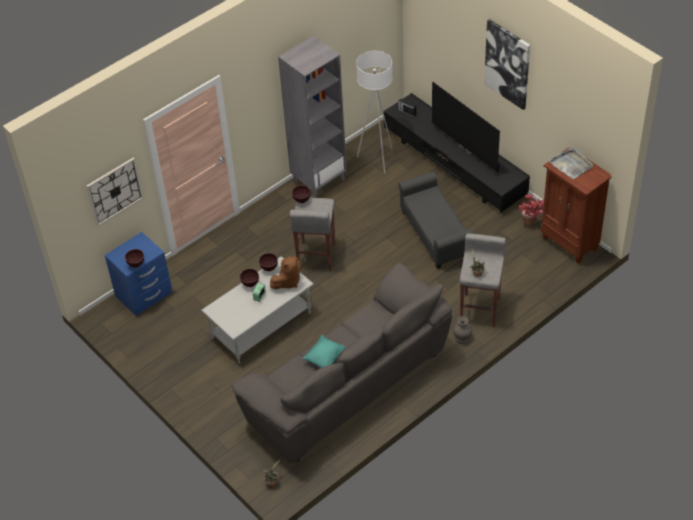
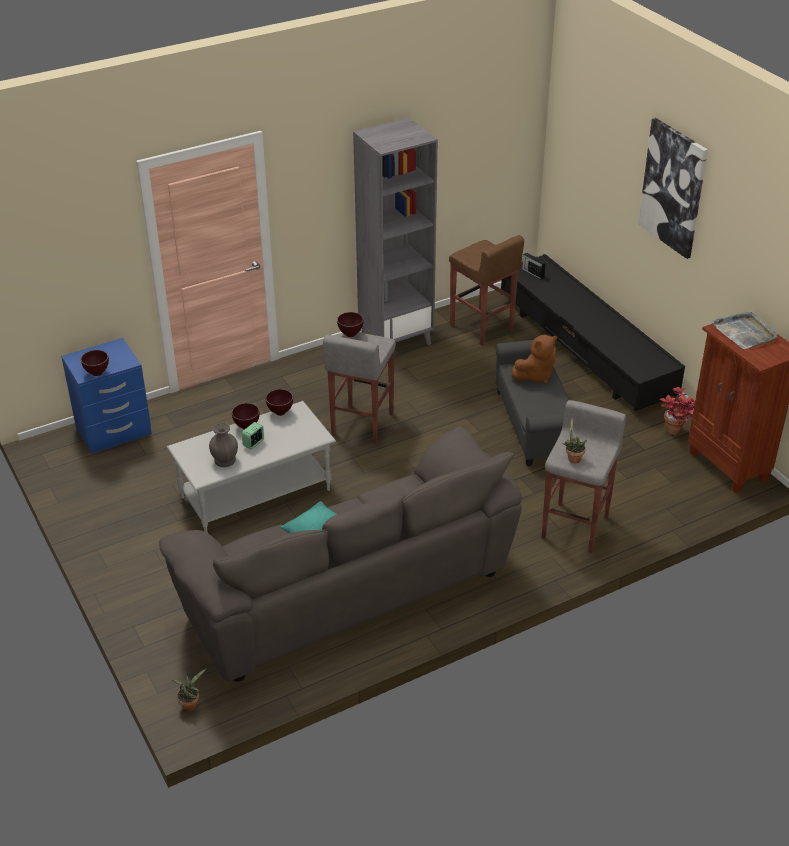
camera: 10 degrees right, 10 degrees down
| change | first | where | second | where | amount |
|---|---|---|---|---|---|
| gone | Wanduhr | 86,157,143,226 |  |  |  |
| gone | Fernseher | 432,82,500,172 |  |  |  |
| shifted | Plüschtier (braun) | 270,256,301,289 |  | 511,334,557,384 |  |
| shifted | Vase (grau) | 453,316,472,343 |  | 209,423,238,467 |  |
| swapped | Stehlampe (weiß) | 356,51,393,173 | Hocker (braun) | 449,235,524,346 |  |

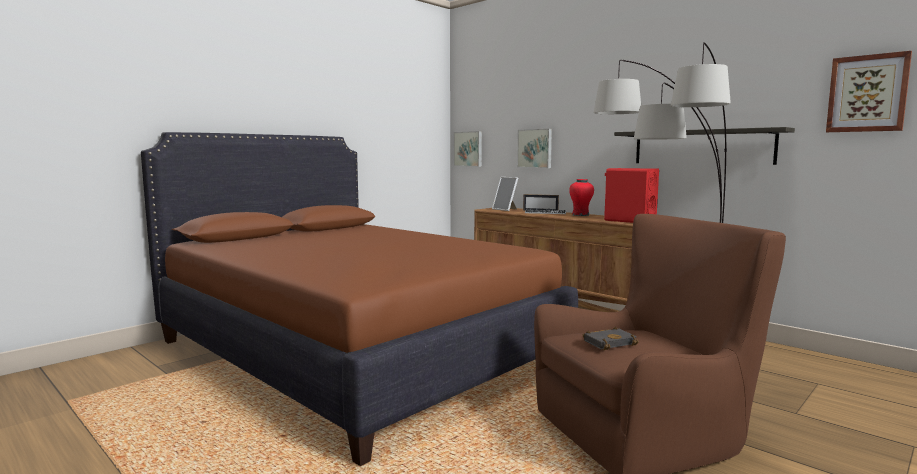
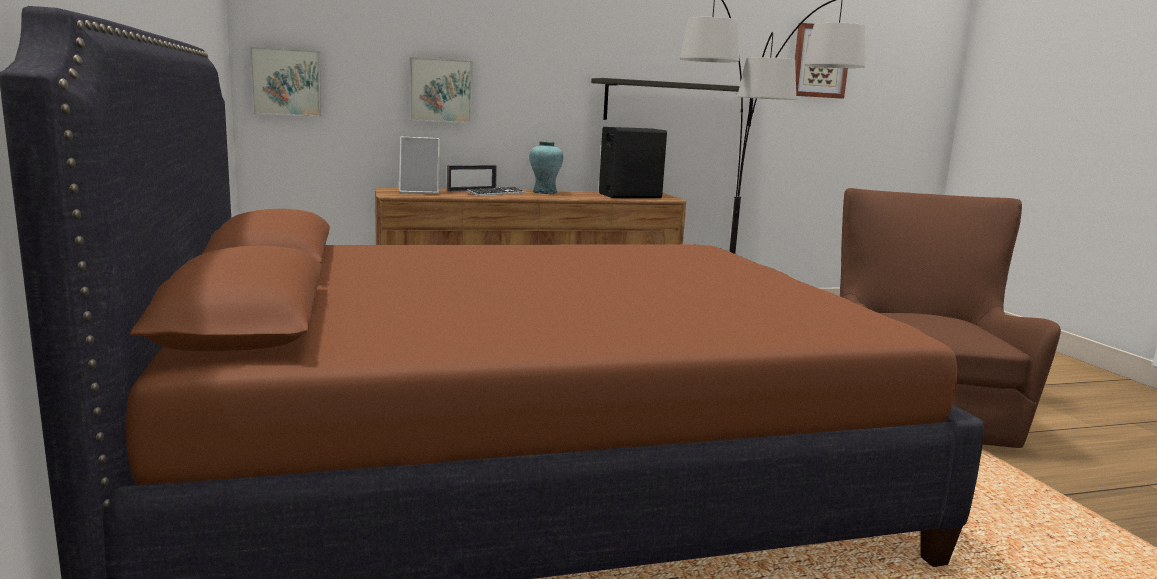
camera: 60 degrees left, 5 degrees up
| change | first | where | second | where | amount |
|---|---|---|---|---|---|
| gone | Buch (schwarz) | 583,327,639,350 |  |  |  |
| repainted | Vase (rot) | 569,179,594,216 | Vase (türkis) | 529,141,563,194 |  |
| repainted | Lautsprecher (rot) | 604,168,659,223 | Lautsprecher (schwarz) | 599,127,667,198 |  |

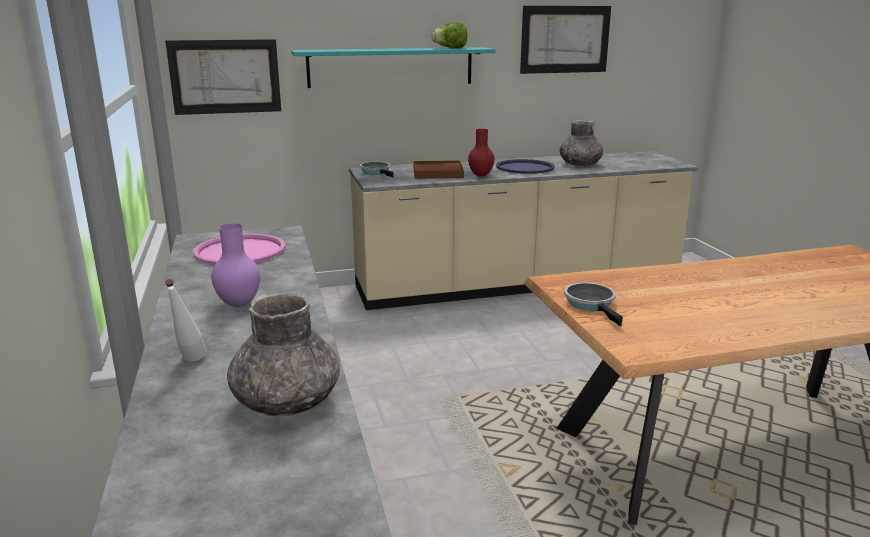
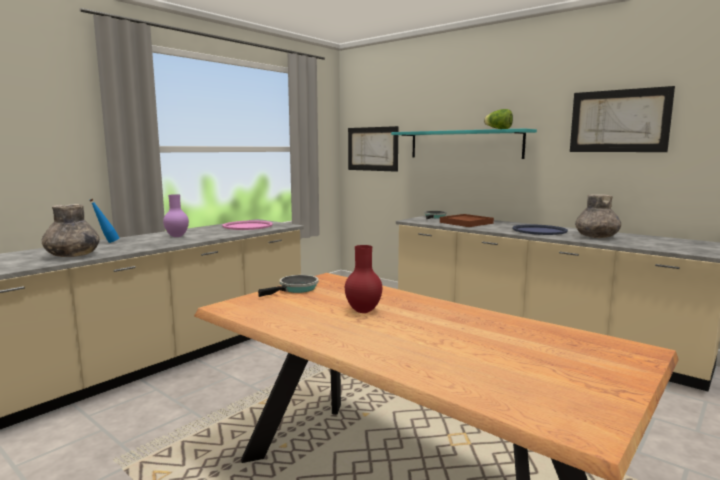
camera: 55 degrees right, 10 degrees down
| change | first | where | second | where | amount |
|---|---|---|---|---|---|
| shifted | Vase (rot) | 468,129,494,177 |  | 345,245,382,313 |  |
| repainted | Flasche (weiß) | 165,279,206,362 | Flasche (blau) | 90,199,119,243 |  |

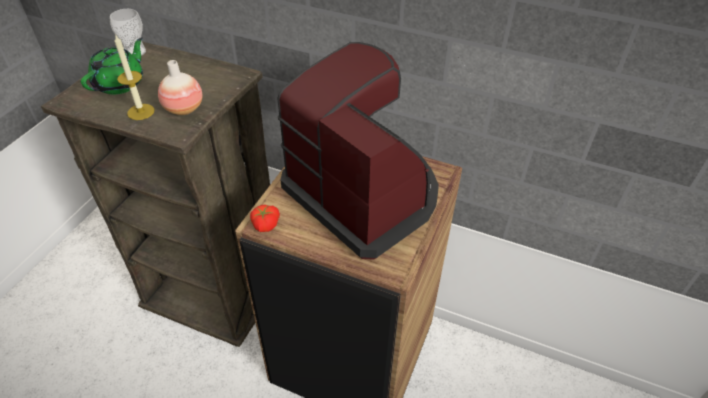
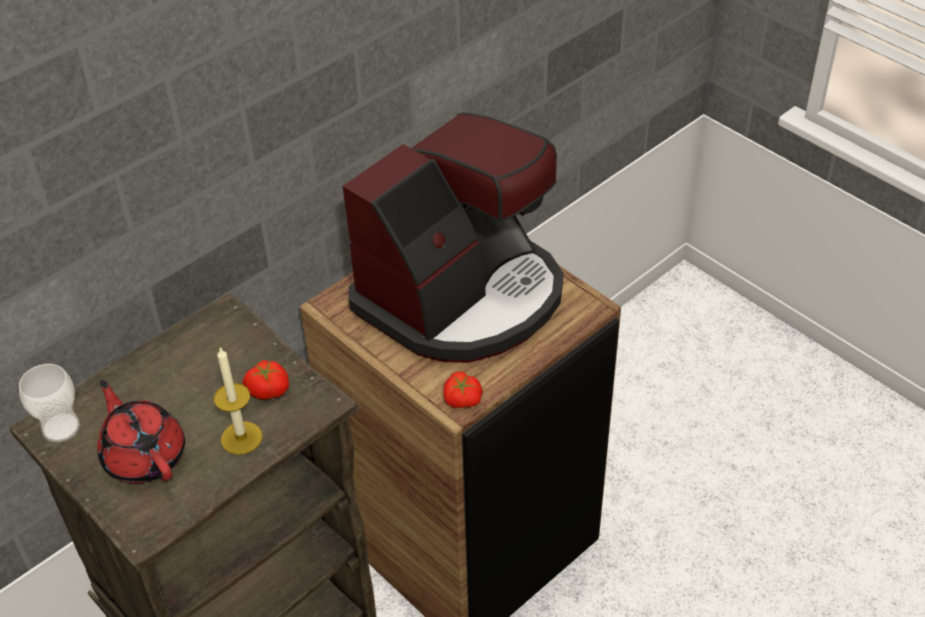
camera: 65 degrees left, 0 degrees up
| change | first | where | second | where | amount |
|---|---|---|---|---|---|
| swapped | Vase | 158,60,203,115 | Tomate | 243,360,289,400 |  |
| repainted | Teekanne (grün) | 81,37,143,95 | Teekanne (rot) | 97,380,185,483 |  |
| rotated | Kaffeemaschine | 277,42,439,260 |  | 343,112,563,363 | 150 degrees clockwise |

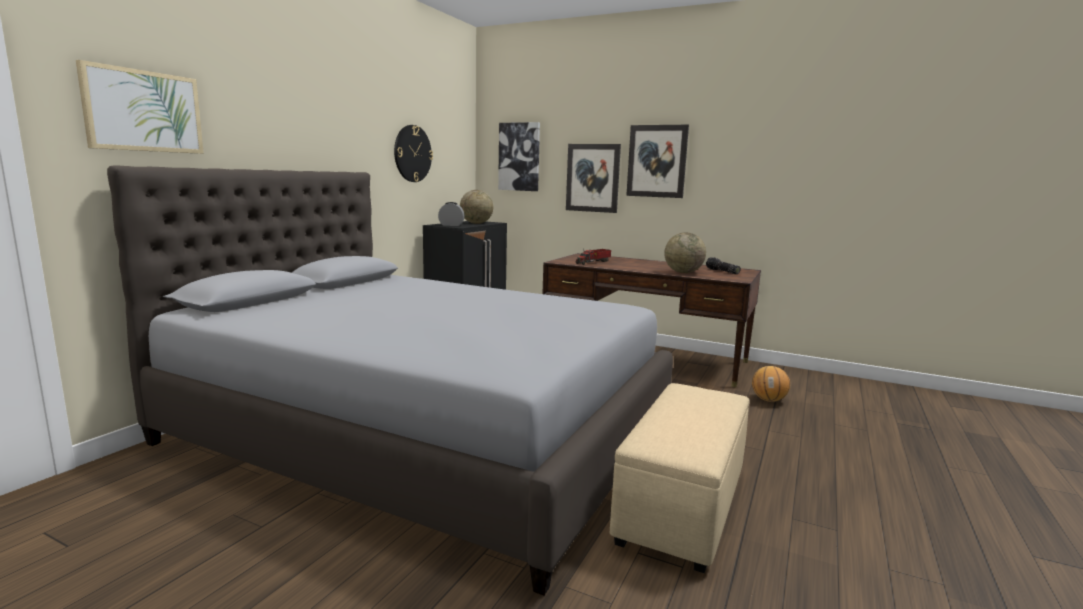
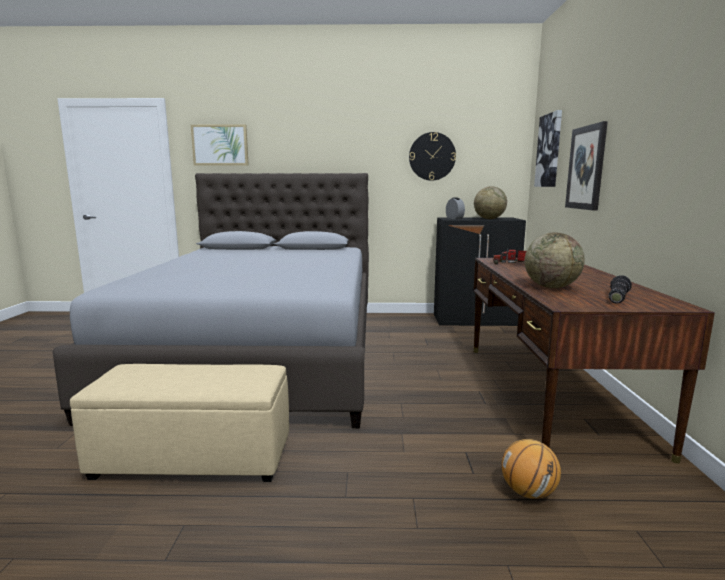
camera: 65 degrees right, 0 degrees up
| change | first | where | second | where | amount |
|---|---|---|---|---|---|
| gone | Bild | 626,125,689,198 |  |  |  |

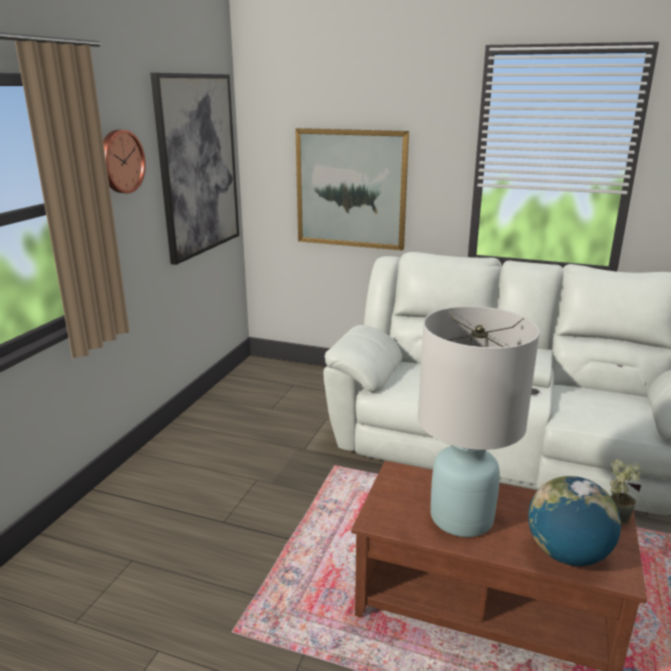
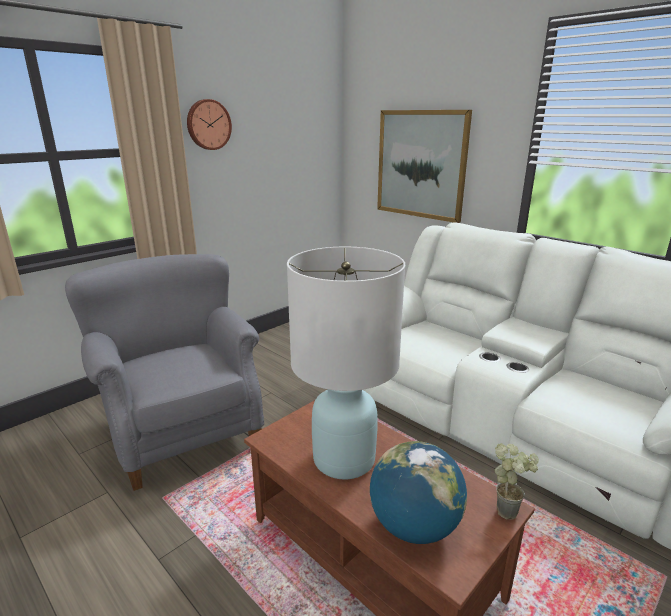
camera: 25 degrees right, 0 degrees up
| change | first | where | second | where | amount |
|---|---|---|---|---|---|
| gone | Bild | 150,73,239,265 |  |  |  |
| new |  |  | Sessel (grau) | 65,254,264,491 |  |

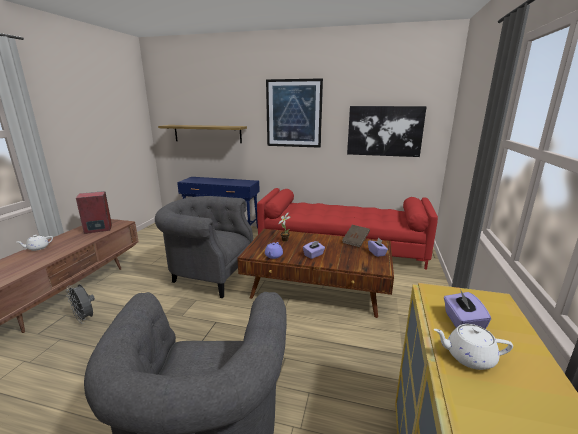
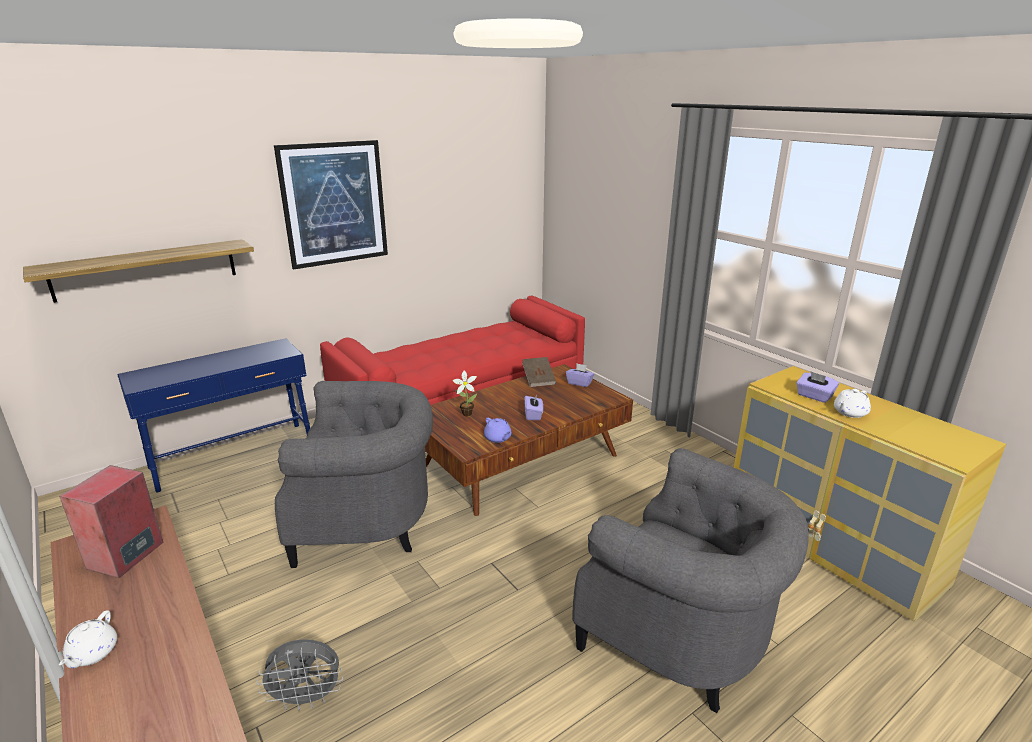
camera: 50 degrees left, 5 degrees up
| change | first | where | second | where | amount |
|---|---|---|---|---|---|
| gone | Bild | 347,106,427,157 |  |  |  |
| rotated | Sessel (grau) | 155,196,253,298 |  | 275,381,433,568 | 150 degrees counterclockwise |

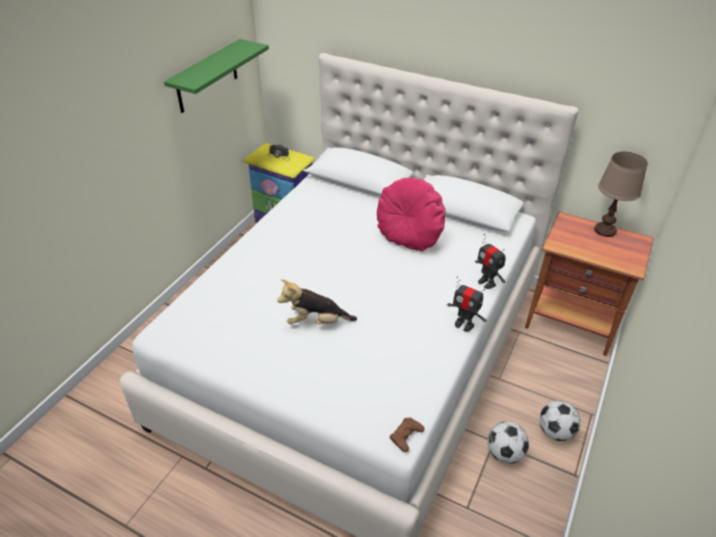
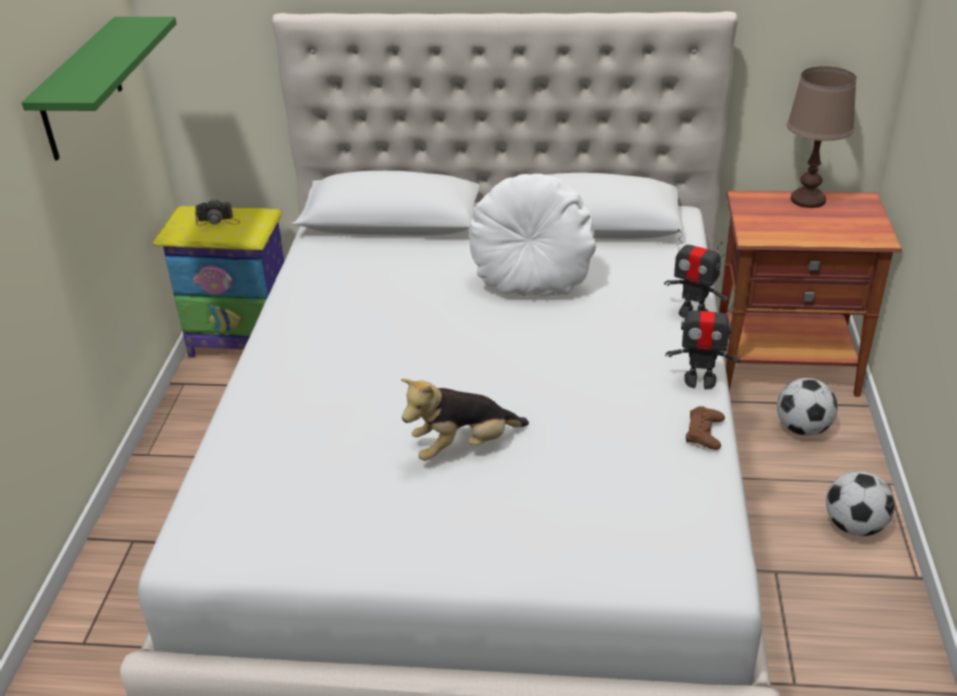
camera: 20 degrees left, 5 degrees down
| change | first | where | second | where | amount |
|---|---|---|---|---|---|
| shifted | Gamepad (braun) | 389,418,425,452 |  | 686,406,725,450 |  |
| shifted | Fußball | 488,422,529,464 |  | 777,378,838,436 |  |
| repainted | Kissen (rosa) | 377,178,445,251 | Kissen (weiß) | 469,174,596,296 |  |

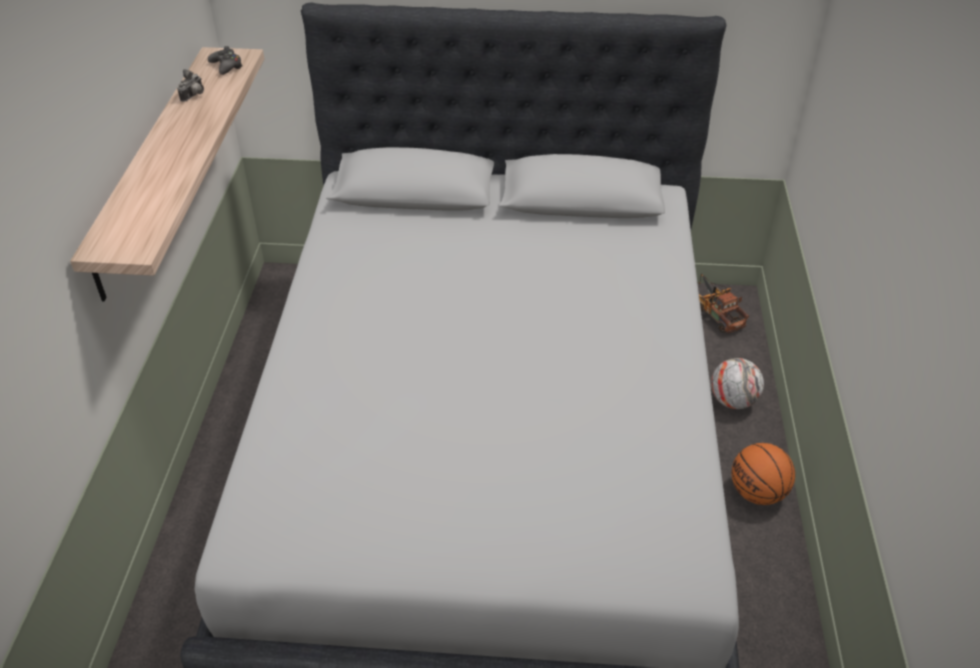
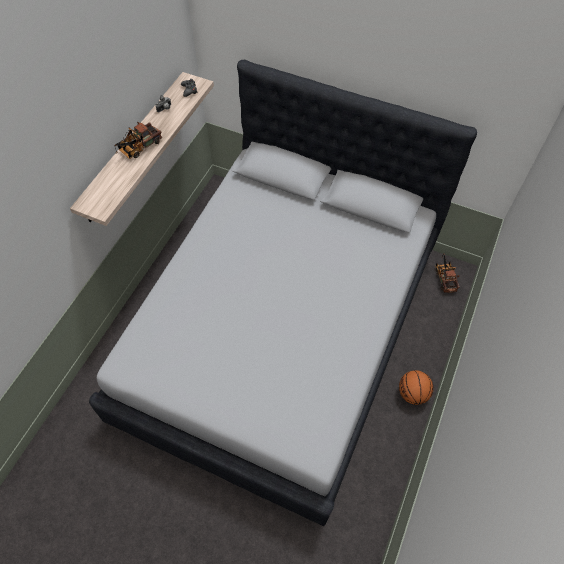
camera: 20 degrees right, 15 degrees up
| change | first | where | second | where | amount |
|---|---|---|---|---|---|
| gone | Fußball | 711,358,764,409 |  |  |  |
| new |  |  | Spielzeuglaster | 115,121,162,159 |  |

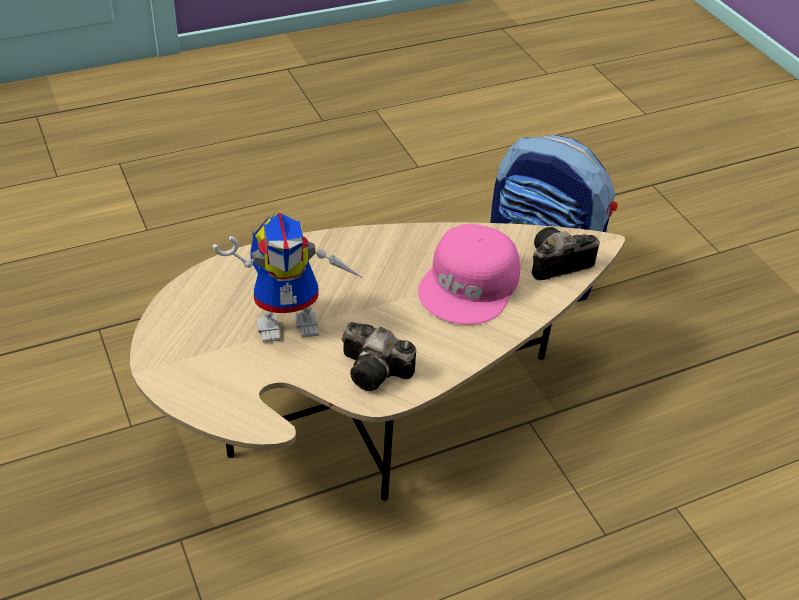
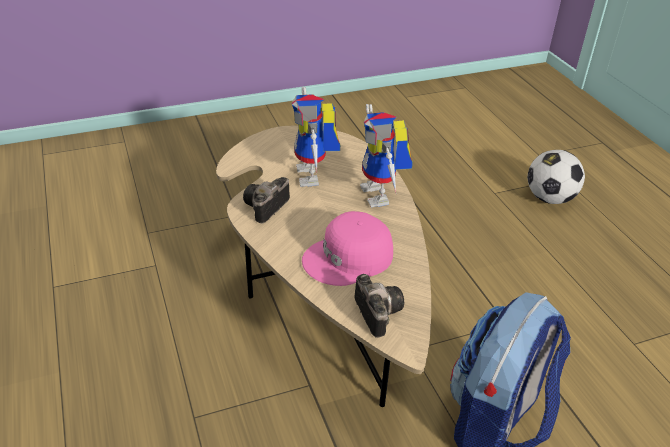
camera: 95 degrees right, 5 degrees down
| change | first | where | second | where | amount |
|---|---|---|---|---|---|
| new |  |  | Spielzeugroboter | 360,104,413,207 |  |
| new |  |  | Fußball | 527,150,585,204 |  |
| rotated | Kappe (rosa) | 418,224,521,325 |  | 302,211,393,286 | 60 degrees counterclockwise |

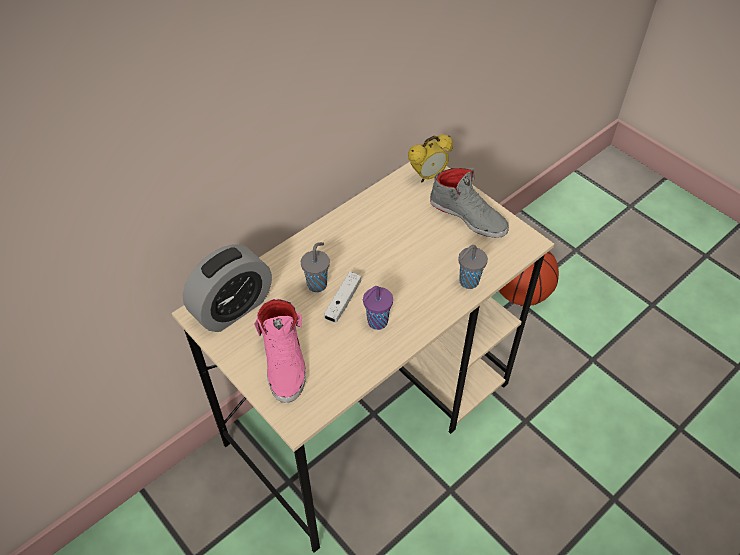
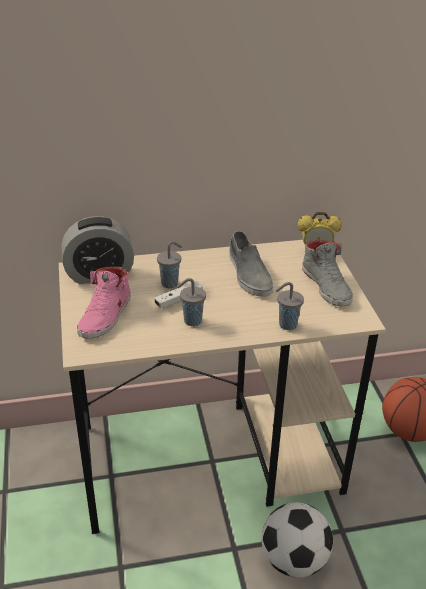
camera: 30 degrees right, 15 degrees down
| change | first | where | second | where | amount |
|---|---|---|---|---|---|
| new |  |  | Schuh (grau) | 229,231,273,297 |  |
| new |  |  | Fußball | 261,502,333,578 |  |
| repainted | Tasse (lila) | 362,286,393,330 | Tasse (grau) | 177,278,206,326 |  |

